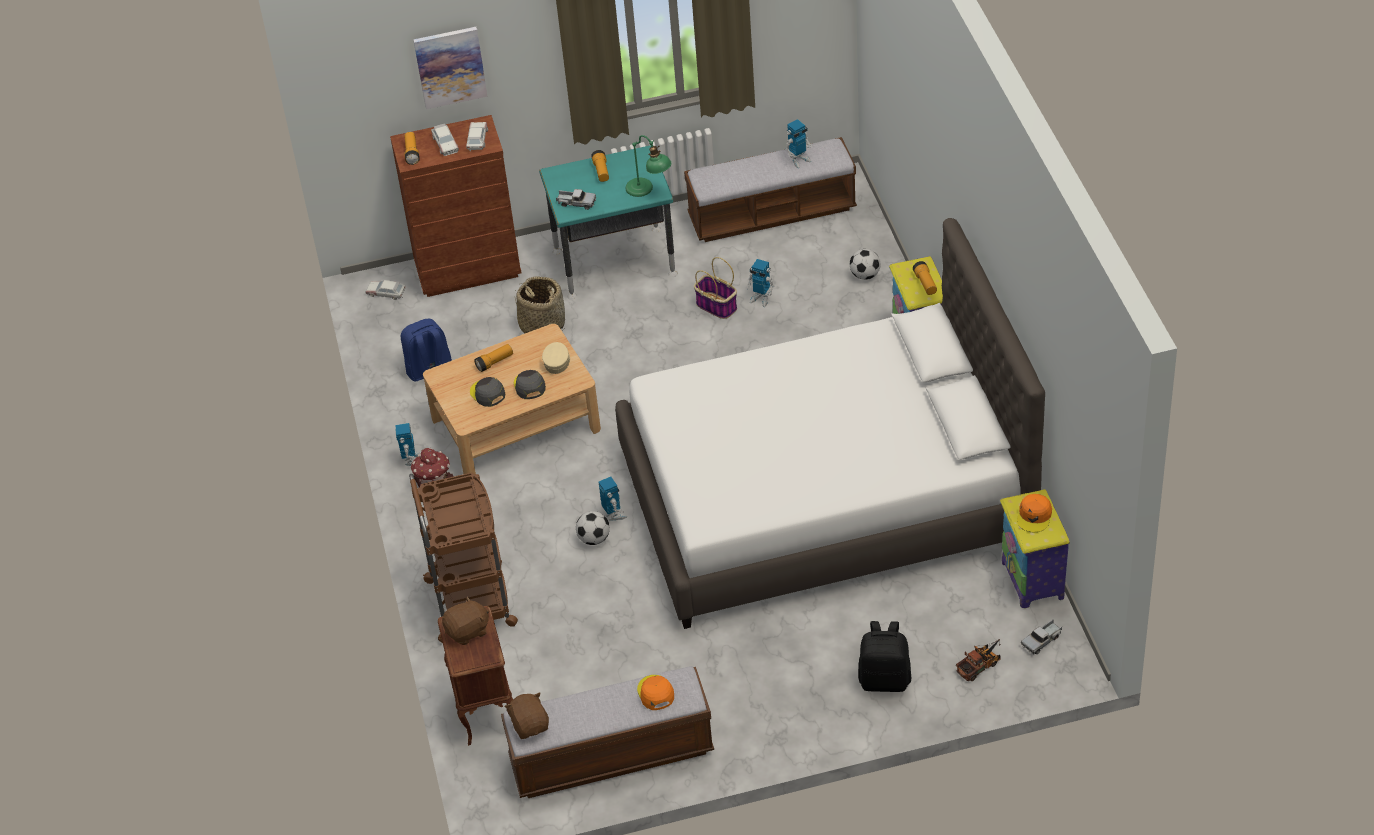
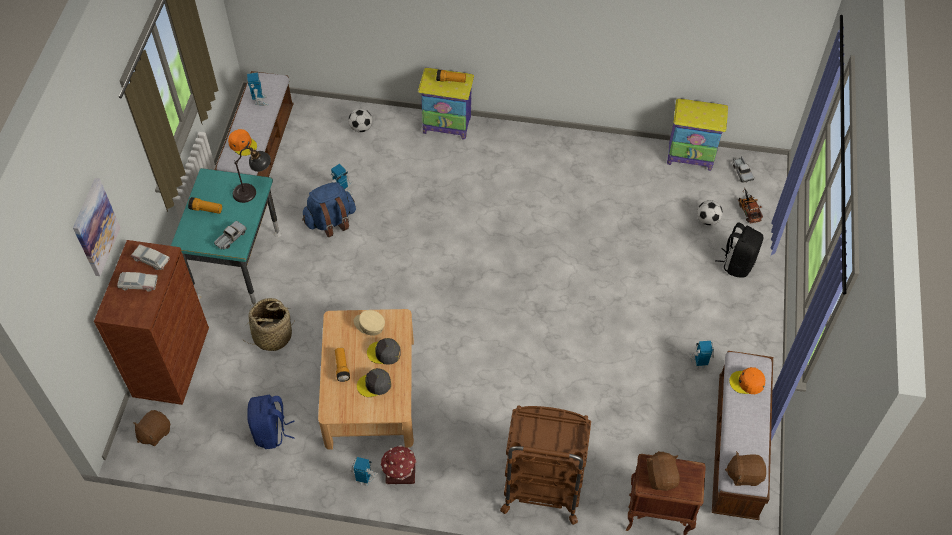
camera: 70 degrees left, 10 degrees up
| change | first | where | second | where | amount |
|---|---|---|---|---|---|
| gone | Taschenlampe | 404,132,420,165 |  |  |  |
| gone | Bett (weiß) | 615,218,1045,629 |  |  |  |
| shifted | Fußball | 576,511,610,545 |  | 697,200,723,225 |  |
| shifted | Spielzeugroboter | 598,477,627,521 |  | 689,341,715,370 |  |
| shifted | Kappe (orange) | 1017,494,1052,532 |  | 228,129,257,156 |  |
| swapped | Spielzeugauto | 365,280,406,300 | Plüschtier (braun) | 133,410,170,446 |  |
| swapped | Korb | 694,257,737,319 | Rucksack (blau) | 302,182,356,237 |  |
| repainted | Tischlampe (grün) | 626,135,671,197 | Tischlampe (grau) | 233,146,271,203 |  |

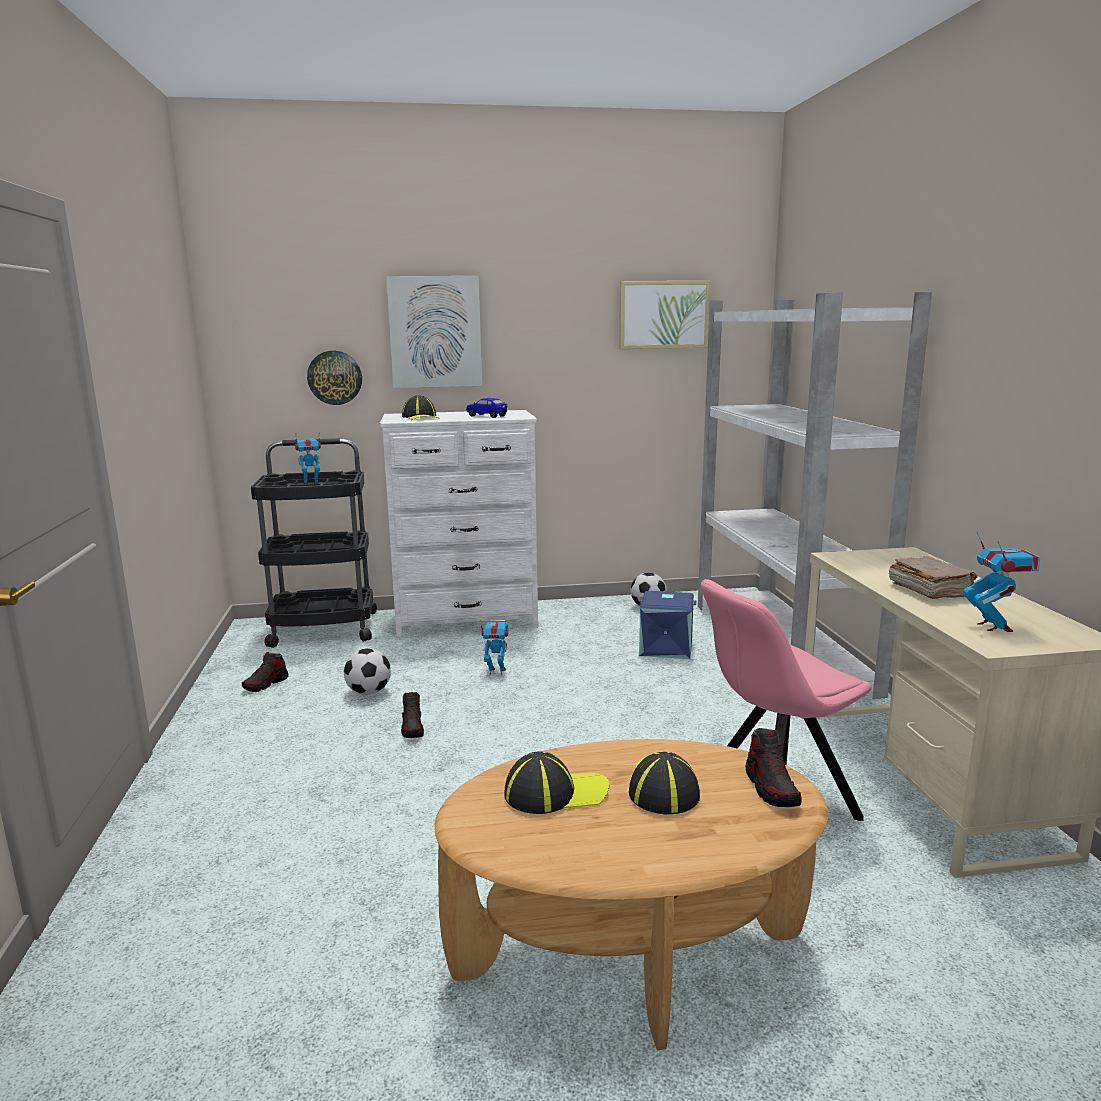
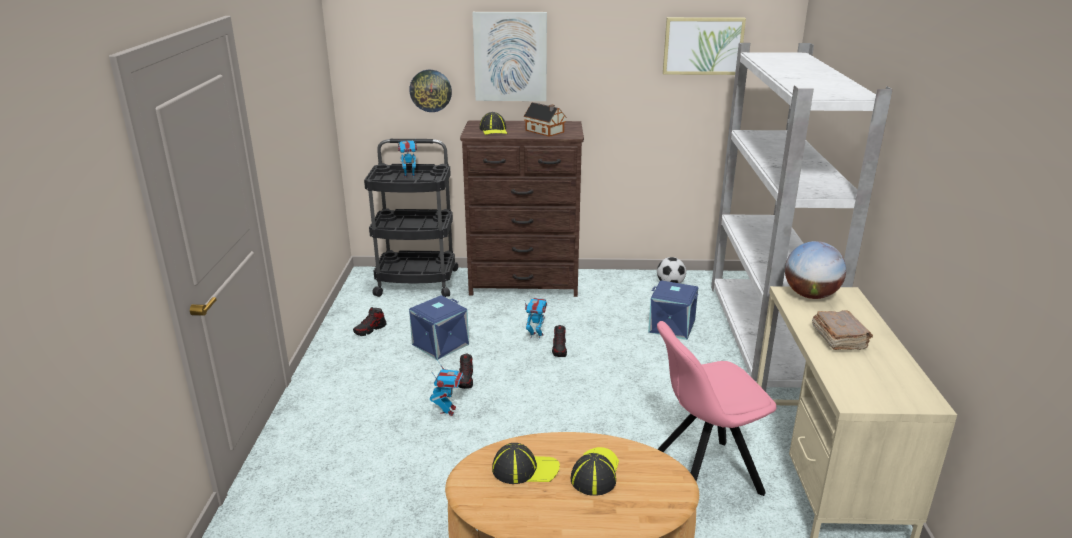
camera: 10 degrees right, 10 degrees up
| change | first | where | second | where | amount |
|---|---|---|---|---|---|
| new |  |  | Globus | 785,241,846,299 |  |
| shifted | Schuh | 746,728,802,807 |  | 552,325,567,357 |  |
| shifted | Spielzeugroboter | 963,532,1041,632 |  | 430,360,464,416 |  |
| swapped | Fußball | 344,648,391,695 | Aufbewahrungsbox (blau) | 409,295,469,360 |  |
| swapped | Spielzeugauto | 466,398,507,418 | Spielzeughaus | 524,102,567,137 |  |
| repainted | Kommode (weiß) | 379,410,538,637 | Kommode (braun) | 460,120,584,297 |  |

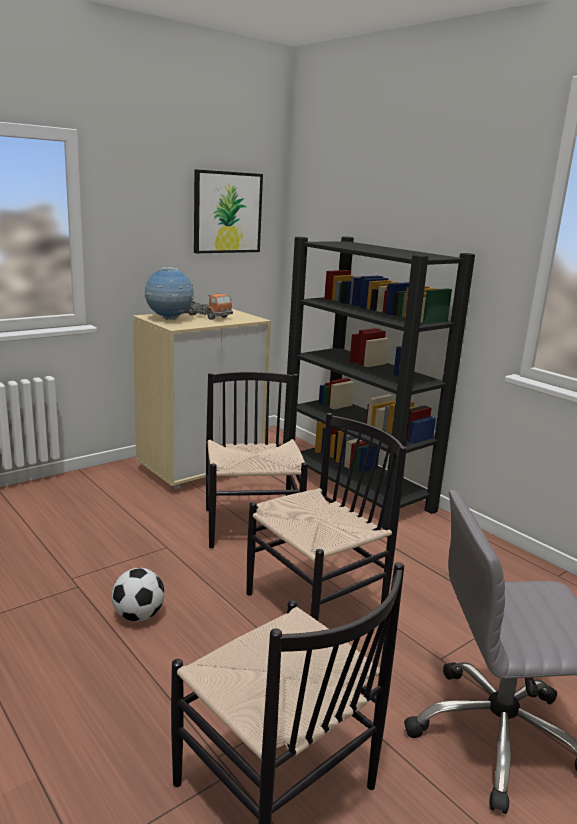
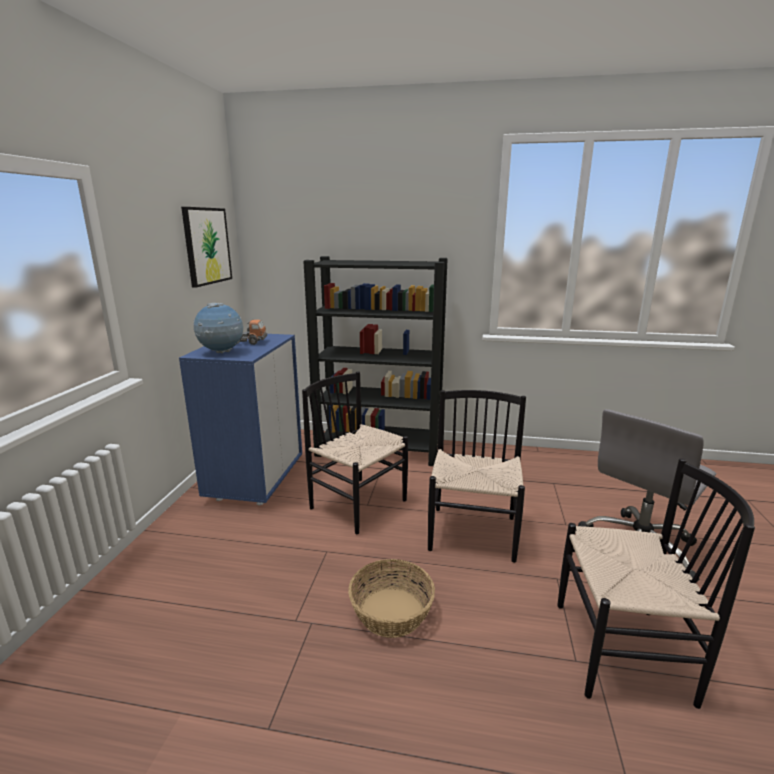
camera: 40 degrees left, 0 degrees up
| change | first | where | second | where | amount |
|---|---|---|---|---|---|
| swapped | Fußball | 112,568,165,622 | Korb | 348,559,435,638 |  |
| repainted | Schrank (beige) | 133,309,271,489 | Schrank (blau) | 179,334,302,505 |  |

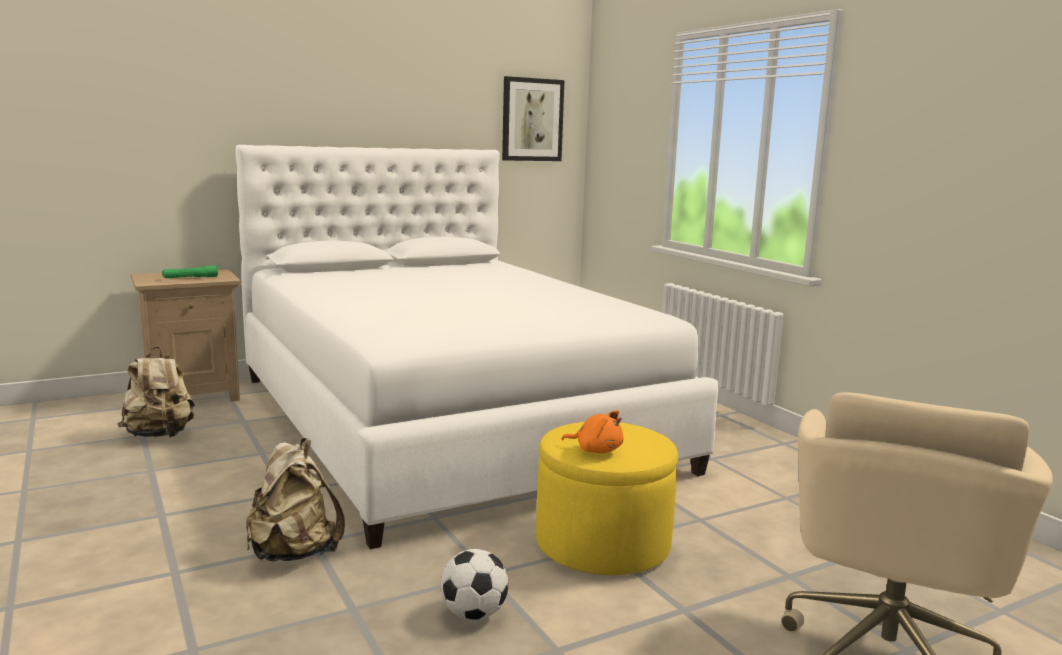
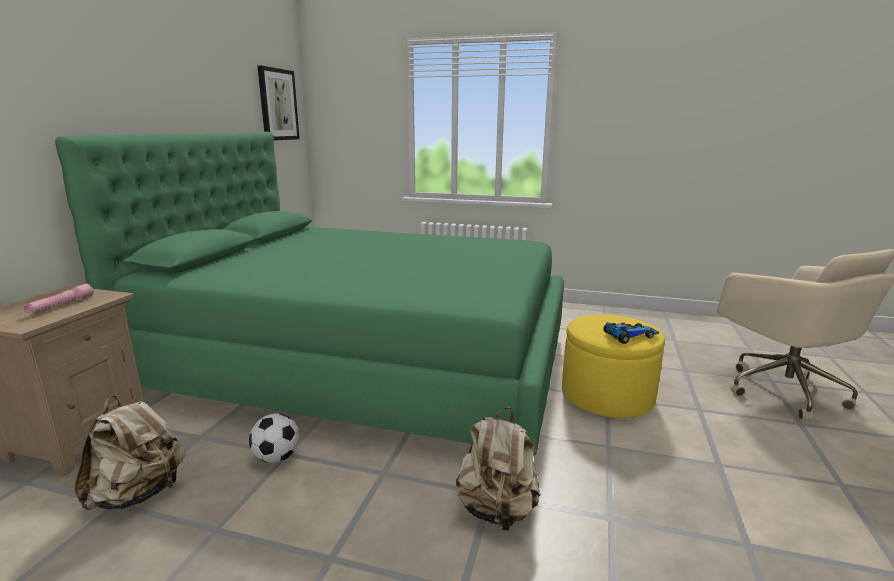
camera: 45 degrees left, 5 degrees up
| change | first | where | second | where | amount |
|---|---|---|---|---|---|
| shifted | Fußball | 440,549,508,620 |  | 249,413,300,463 |  |
| swapped | Plüschtier (orange) | 562,410,624,453 | Spielzeugauto | 603,323,659,344 |  |
| repainted | Taschenlampe (grün) | 162,266,218,278 | Taschenlampe (rosa) | 24,284,94,315 |  |
| repainted | Bett (weiß) | 235,145,719,549 | Bett (grün) | 55,132,564,456 |  |

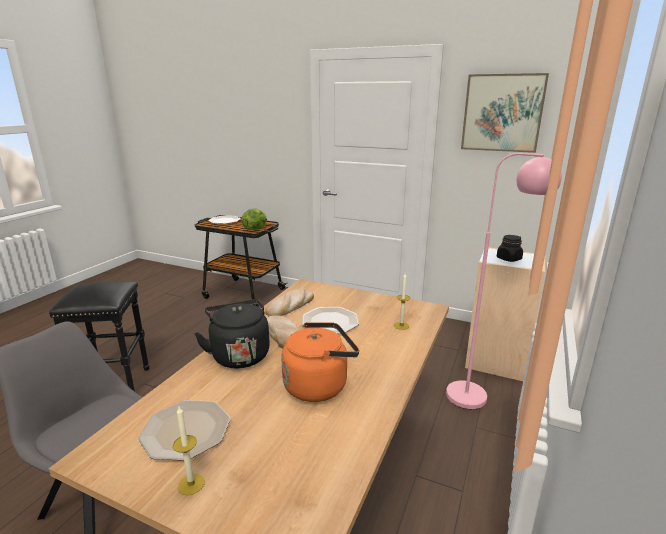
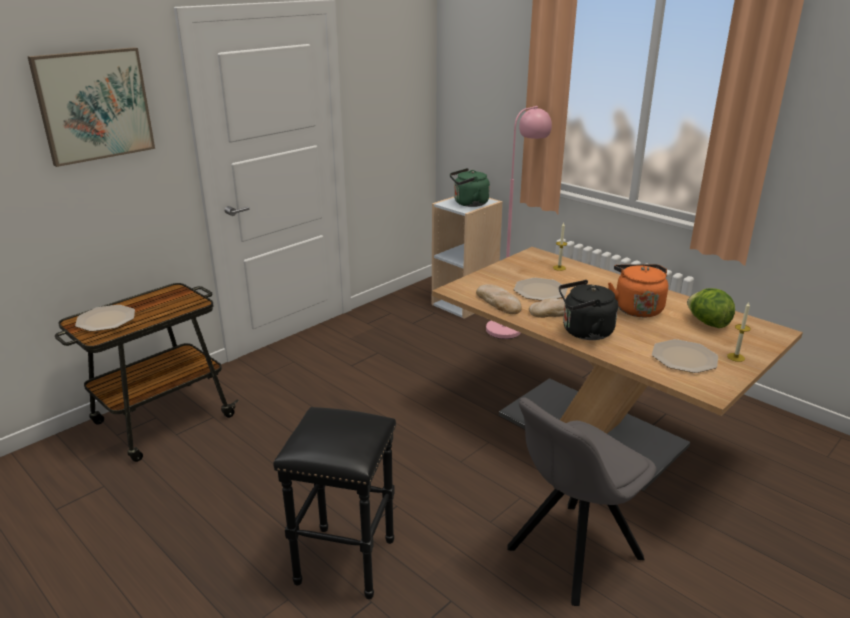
camera: 70 degrees left, 5 degrees up
| change | first | where | second | where | amount |
|---|---|---|---|---|---|
| shifted | Salatkopf | 241,209,267,230 |  | 687,288,735,328 |  |
| shifted | Bild | 461,73,549,153 |  | 27,47,155,167 |  |
| swapped | Vorratsglas (schwarz) | 497,235,523,262 | Wasserkessel (grün) | 450,168,490,207 |  |

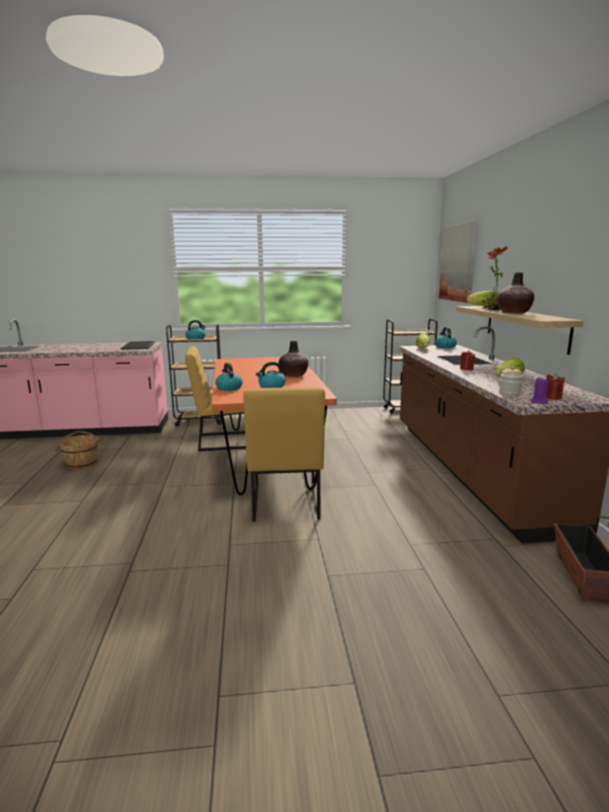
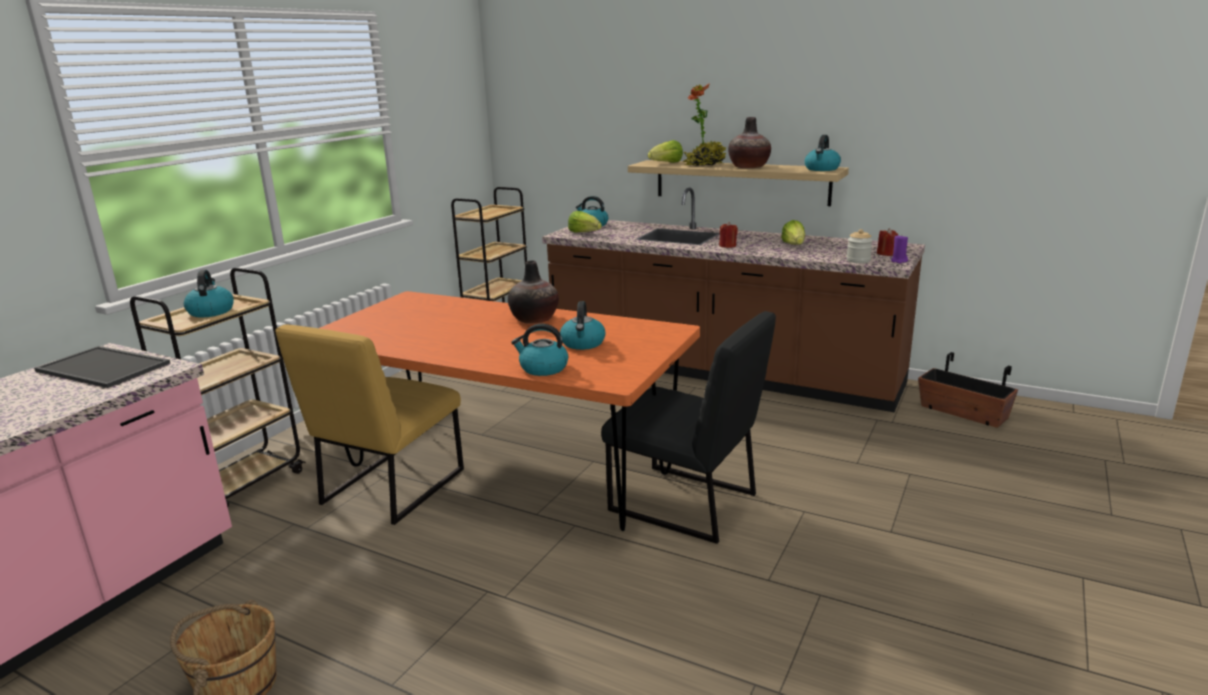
camera: 55 degrees left, 5 degrees up
| change | first | where | second | where | amount |
|---|---|---|---|---|---|
| gone | Bild | 438,220,478,303 |  |  |  |
| new |  |  | Wasserkessel | 804,135,841,171 |  |
| repainted | Stuhl (gelb) | 243,387,325,522 | Stuhl (schwarz) | 601,311,776,544 |  |

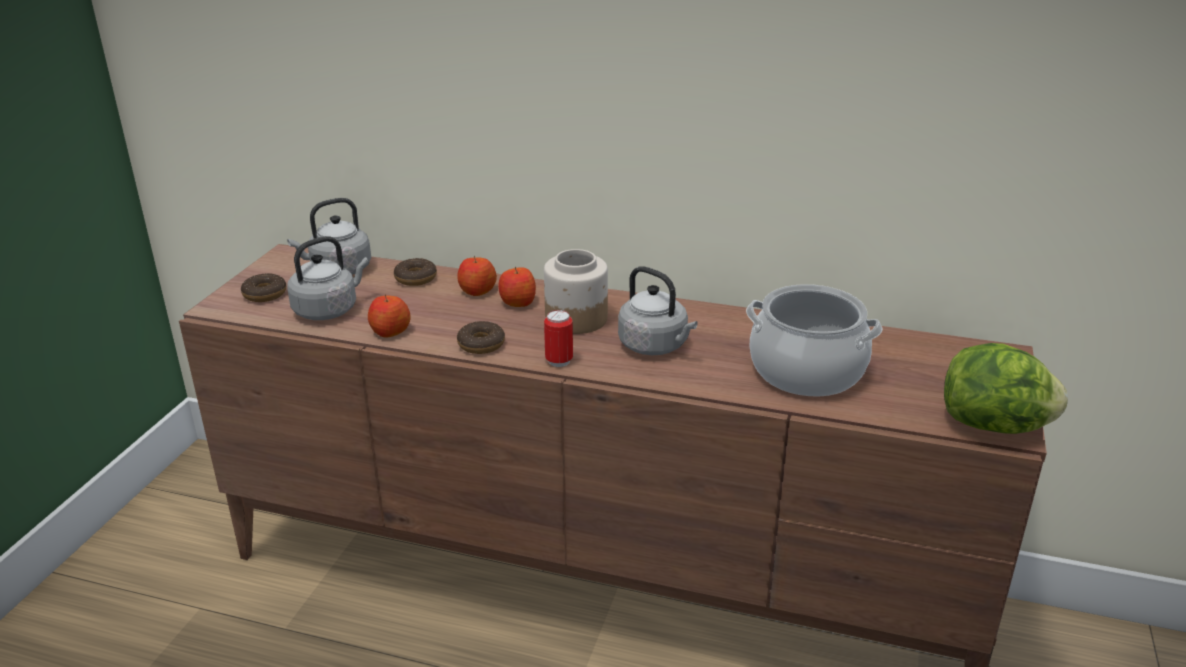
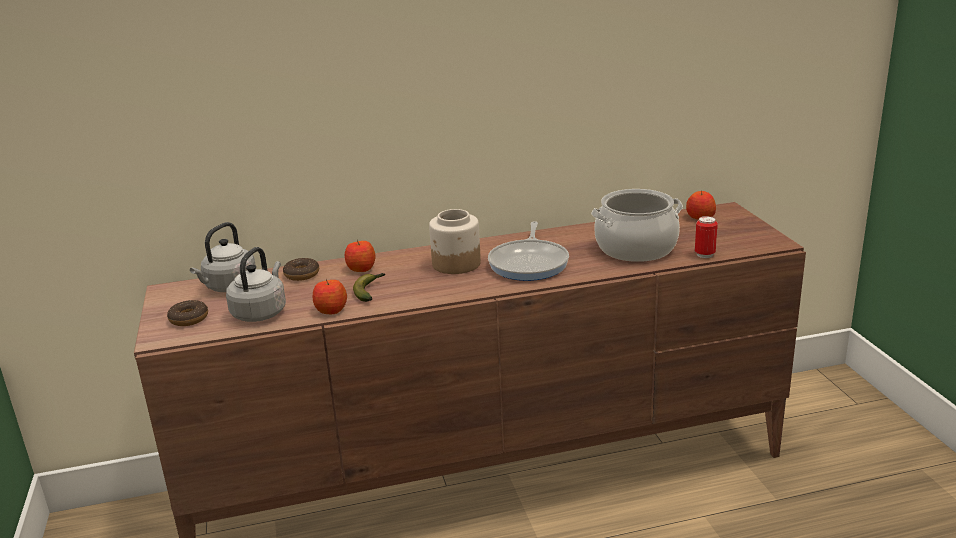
camera: 30 degrees left, 5 degrees down
| change | first | where | second | where | amount |
|---|---|---|---|---|---|
| gone | Donut | 457,321,505,354 |  |  |  |
| gone | Salatkopf | 944,343,1068,434 |  |  |  |
| new |  |  | Banane | 353,273,385,302 |  |
| shifted | Apfel | 498,267,536,307 |  | 686,190,716,220 |  |
| shifted | Dose | 544,310,573,367 |  | 695,216,718,258 |  |
| swapped | Wasserkessel (grau) | 618,266,698,355 | Pfanne | 488,221,569,281 |  |

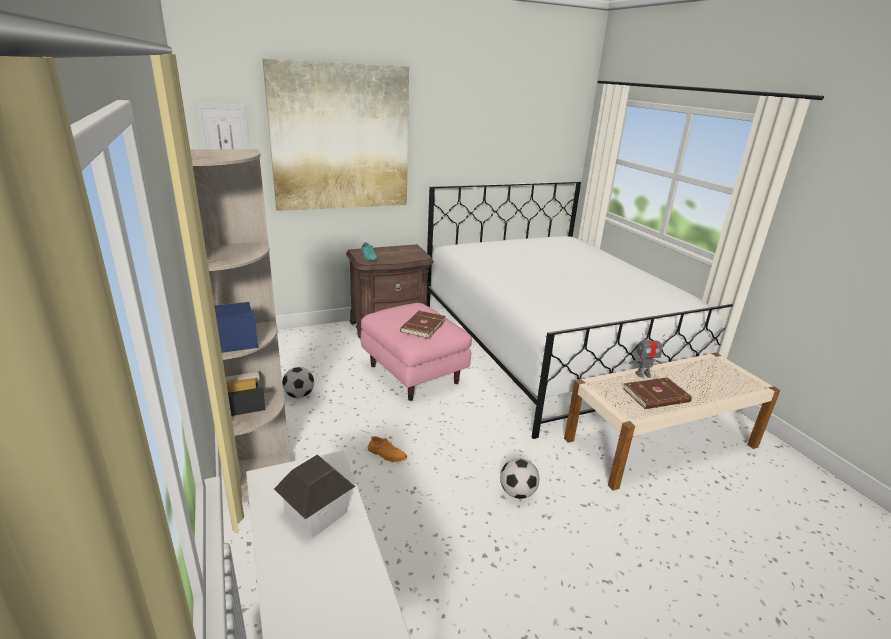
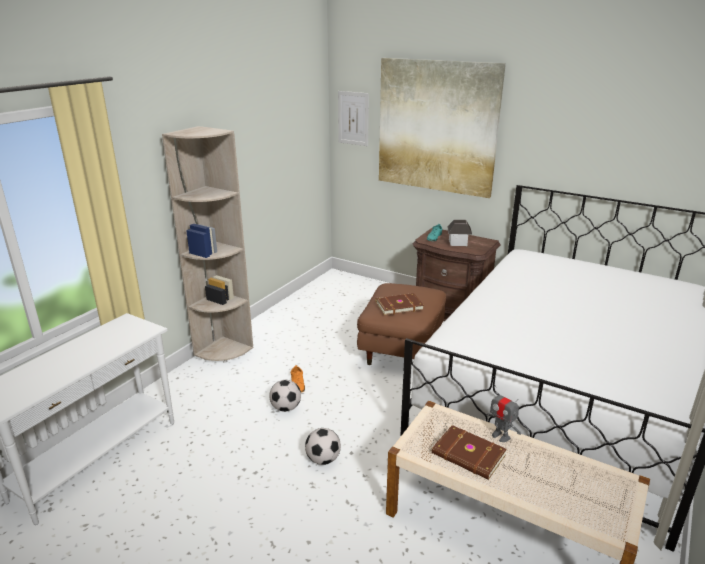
camera: 55 degrees right, 0 degrees up
| change | first | where | second | where | amount |
|---|---|---|---|---|---|
| shifted | Spielzeughaus | 274,454,355,537 |  | 447,219,472,246 |  |
| shifted | Fußball | 282,367,314,398 |  | 269,380,301,412 |  |
| repainted | Polsterhocker (rosa) | 361,303,472,401 | Polsterhocker (braun) | 357,283,446,365 |  |

